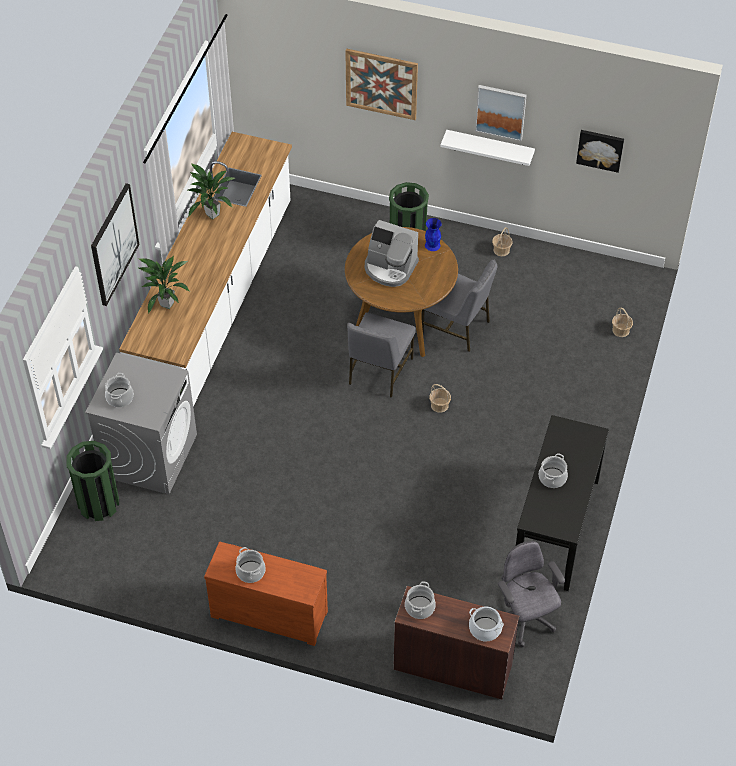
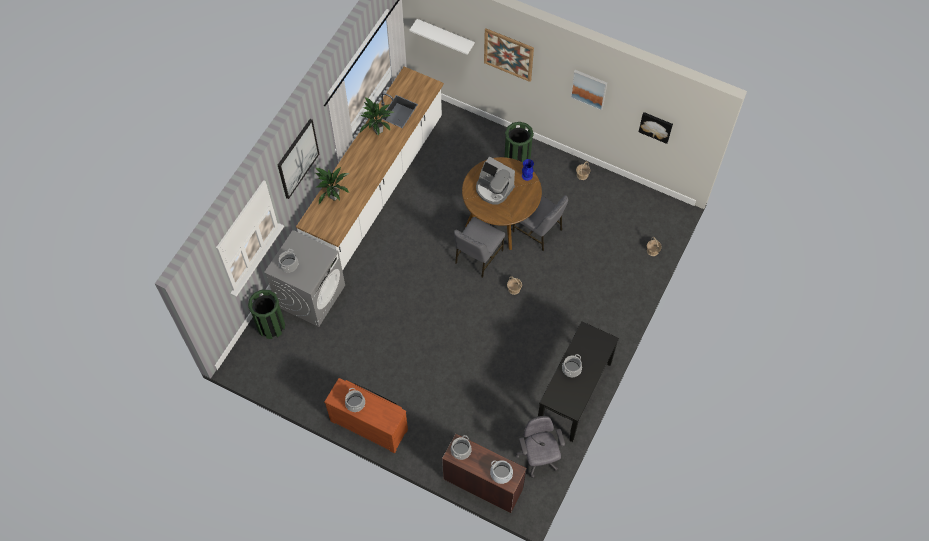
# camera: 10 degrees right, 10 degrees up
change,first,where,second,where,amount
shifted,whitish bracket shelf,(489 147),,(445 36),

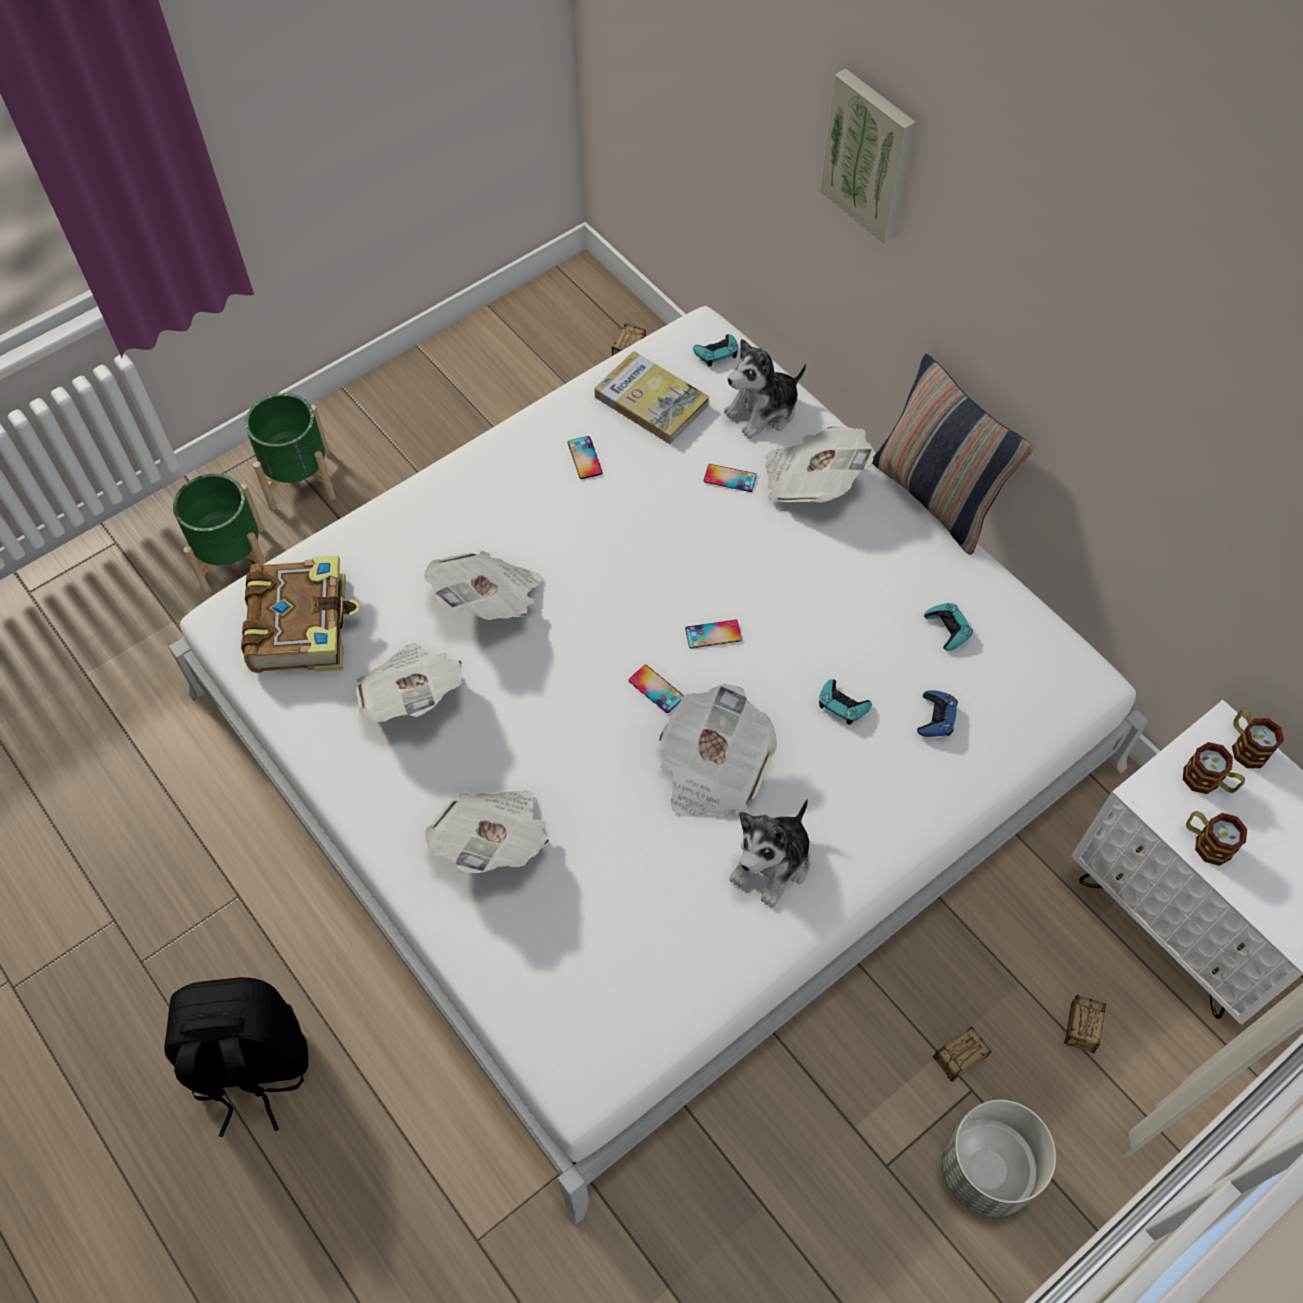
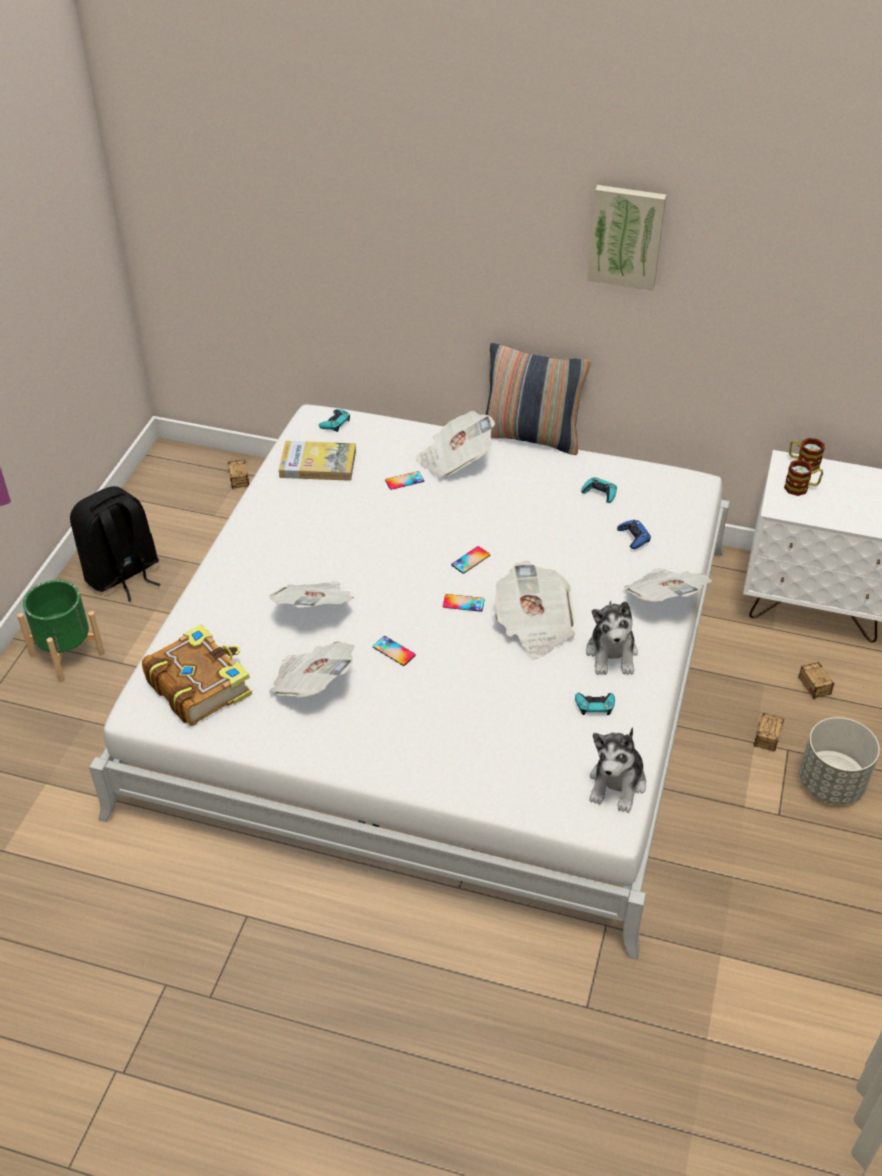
# camera: 35 degrees left, 15 degrees down
change,first,where,second,where,amount
shifted,wall picture,(870 155),,(626 236),
shifted,plush toy,(763 411),,(617 784),
shifted,handset,(585 458),,(394 651),
gone,green plant pot,(234 559),,,
shifted,turquoise game controller,(842 705),,(595 705),
shifted,printed paper,(494 841),,(664 599),
gone,tea mug,(1206 842),,,
shifted,blackish knapsack,(250 1067),,(122 574),

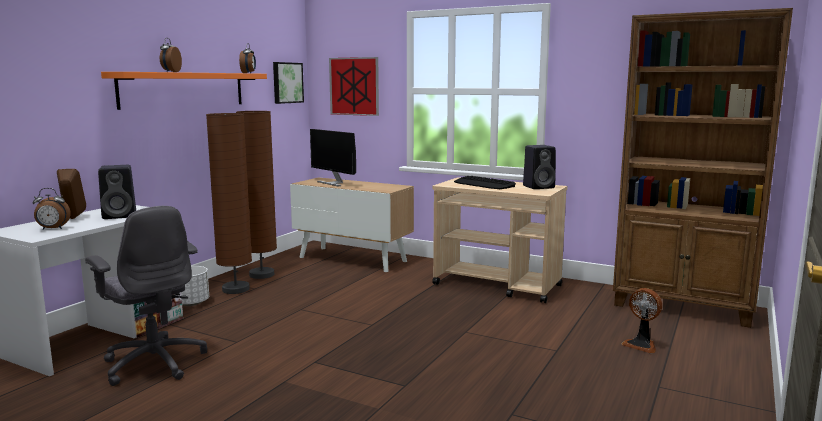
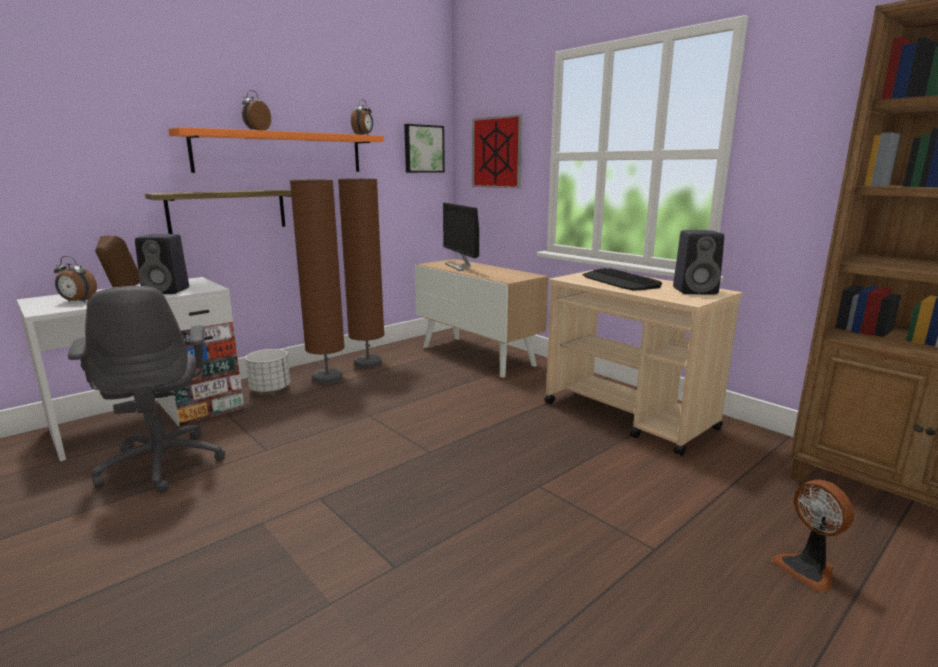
# camera: 20 degrees right, 5 degrees up
change,first,where,second,where,amount
new,,,bracket shelf,(228 210),

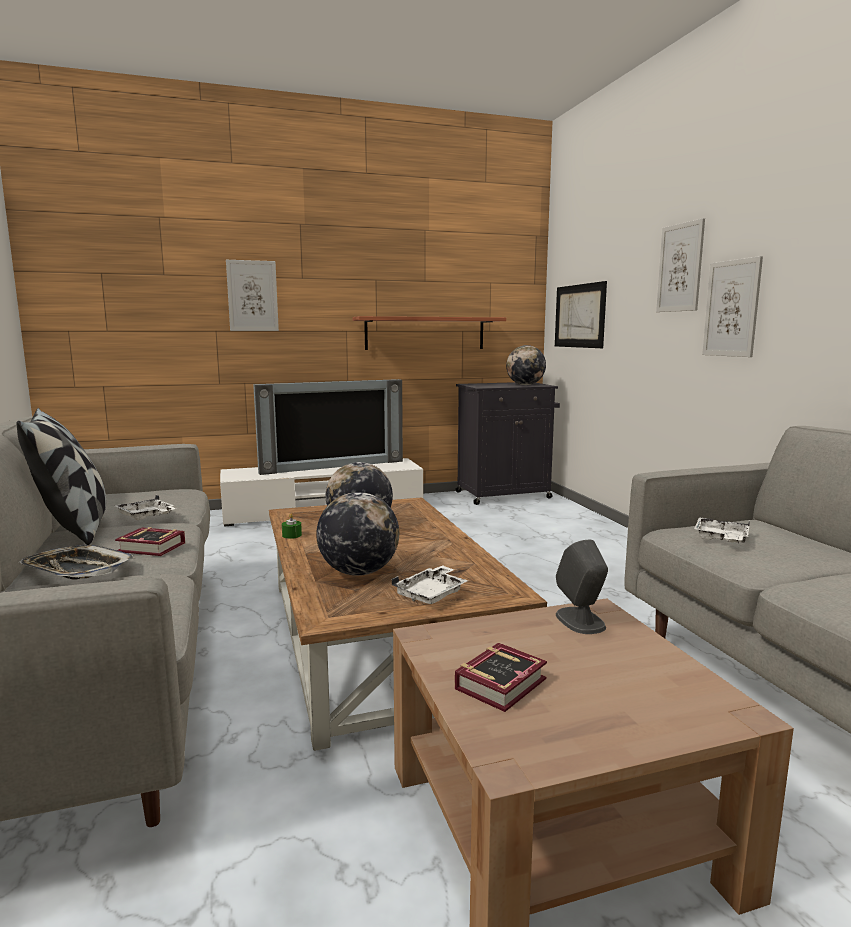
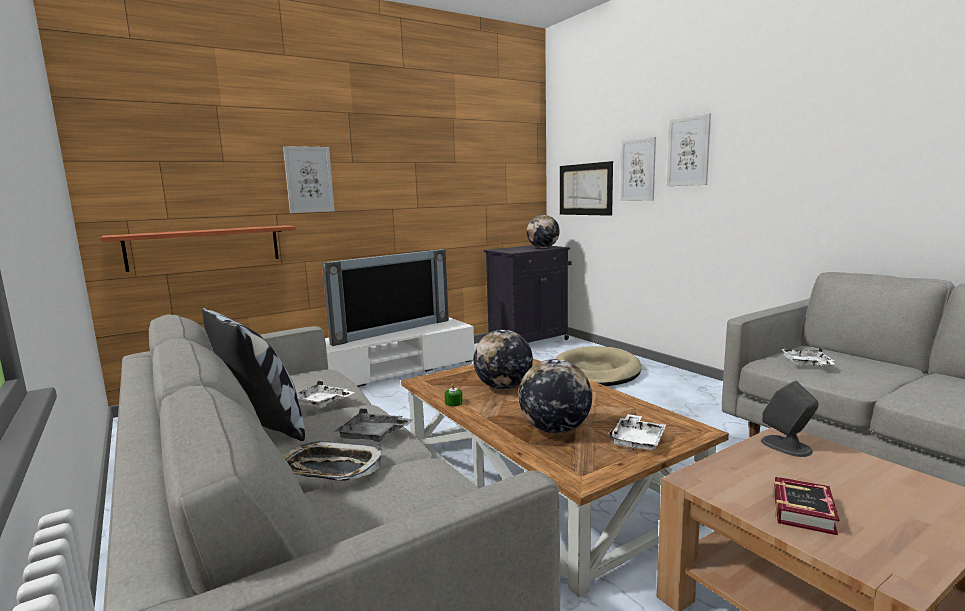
# camera: 15 degrees left, 0 degrees up
change,first,where,second,where,amount
shifted,wall picture,(731 308),,(638 170),
shifted,bracket shelf,(425 333),,(204 247),
swapped,book,(152 548),gray tray,(373 435),
new,,,sand-coloured pet bed,(596 371),

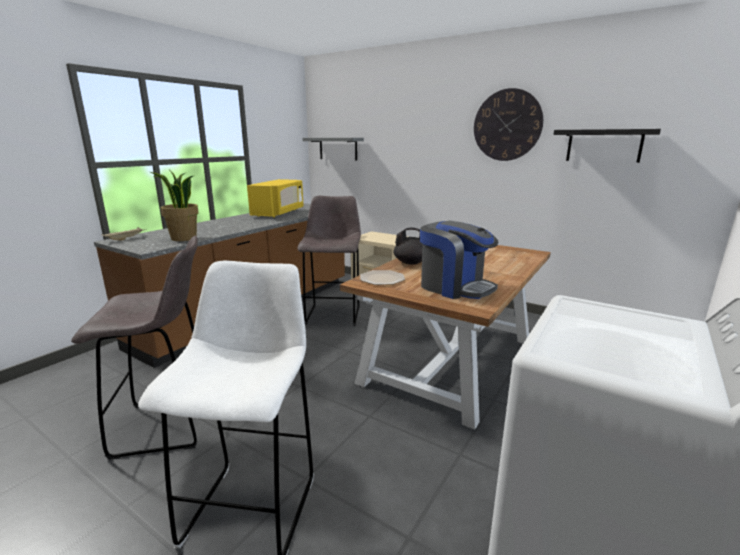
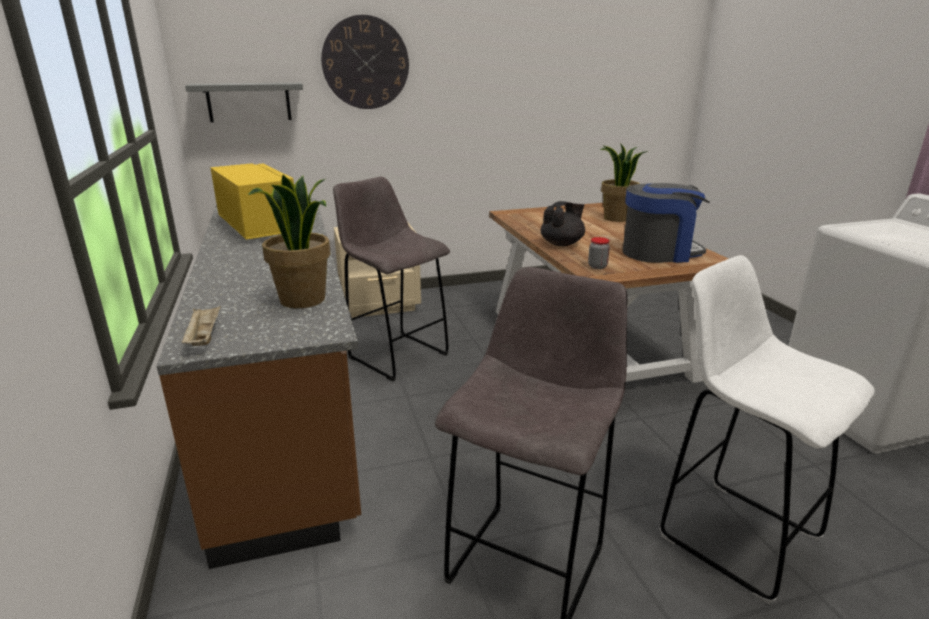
# camera: 50 degrees left, 5 degrees up
change,first,where,second,where,amount
shifted,hanging clock,(507 125),,(365 63),
gone,blackish bracket shelf,(604 145),,,
swapped,plate,(381 279),preserve jar,(597 266),
new,,,plant in a pot,(616 218),

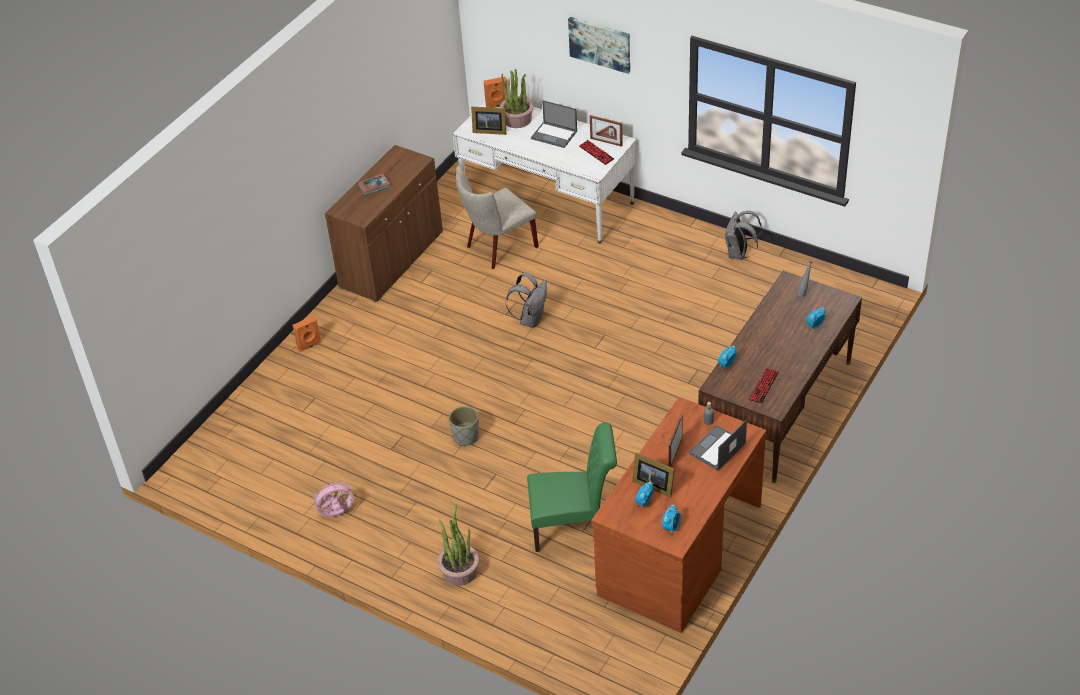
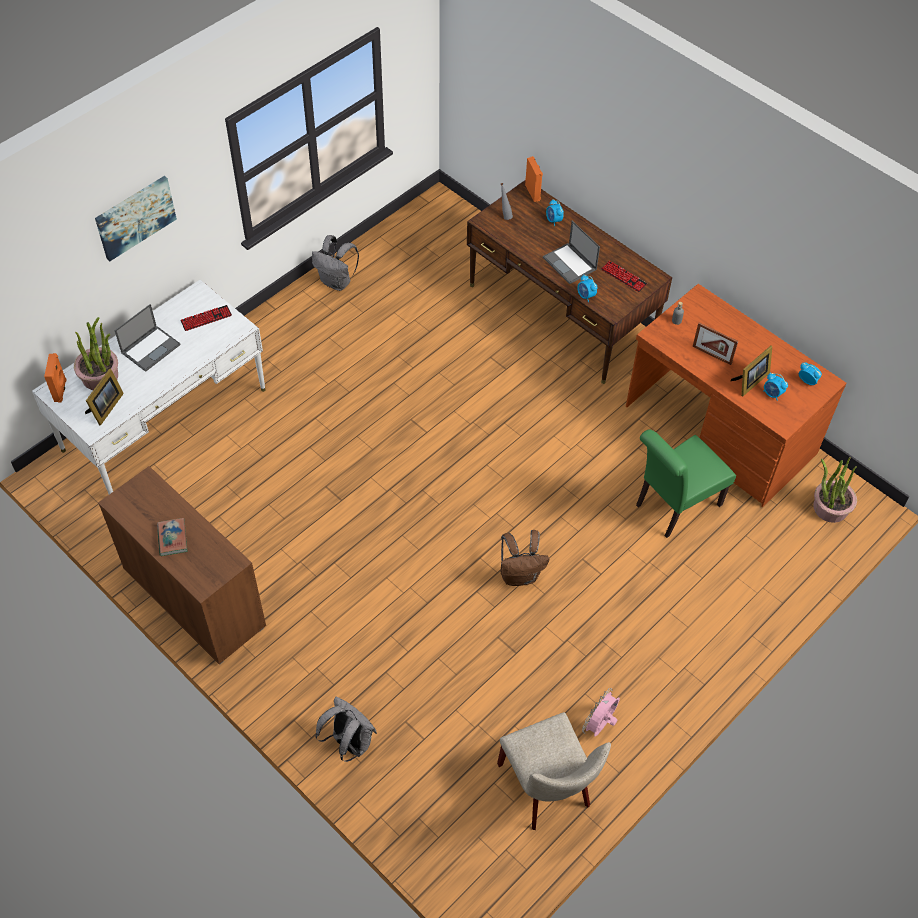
# camera: 80 degrees left, 10 degrees up
change,first,where,second,where,amount
gone,photo frame,(606 142),,,
shifted,sand-coloured chair,(498 248),,(548 789),
shifted,gray knapsack,(531 319),,(349 743),
shifted,orangey audio speaker,(310 346),,(533 192),
swapped,gray plant pot,(466 437),brownish knapsack,(520 575),
shifted,portable computer,(717 449),,(570 264),
rotated,green chair,(573 528),,(673 507),135 degrees counterclockwise
rotated,pinkish cooling fan,(336 514),,(600 725),45 degrees clockwise
shifted,plant in a pot,(459 571),,(830 508),

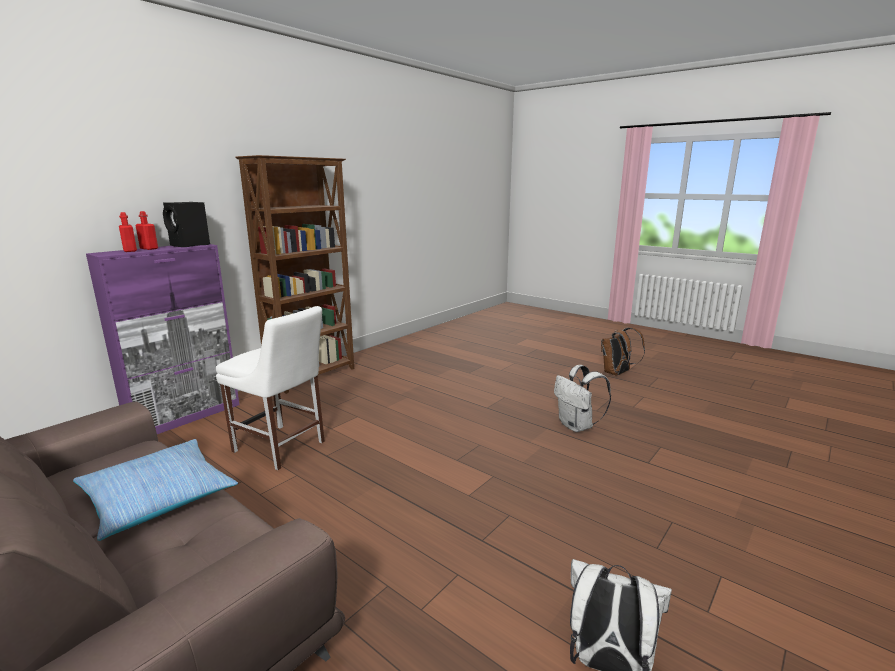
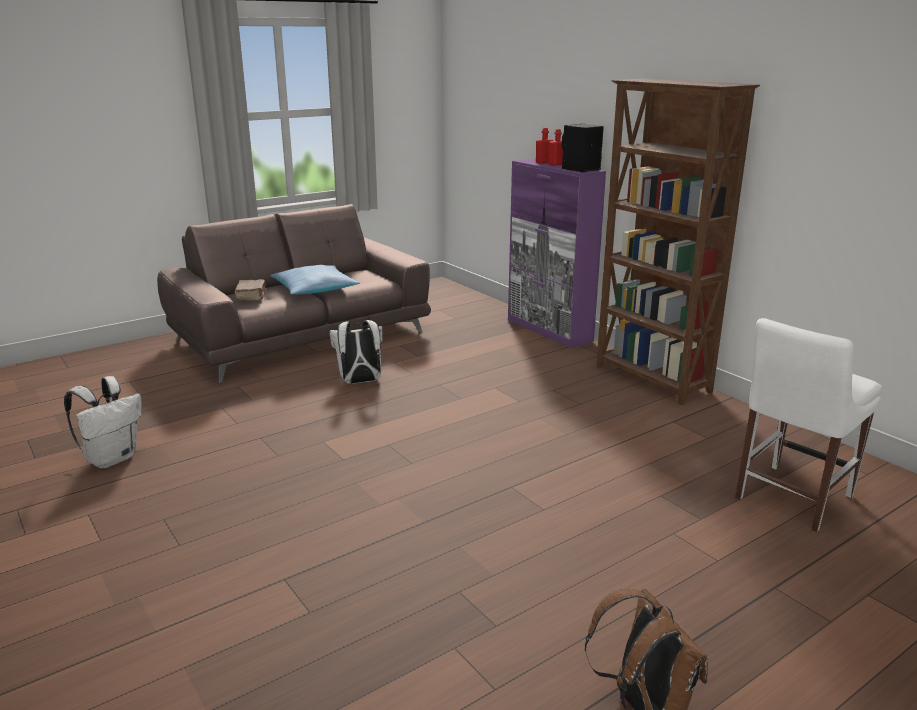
# camera: 105 degrees right, 5 degrees up
change,first,where,second,where,amount
shifted,whitish chair,(282 448),,(790 498),
shifted,whitish knapsack,(577 426),,(360 382),
new,,,brownish book,(252 296),

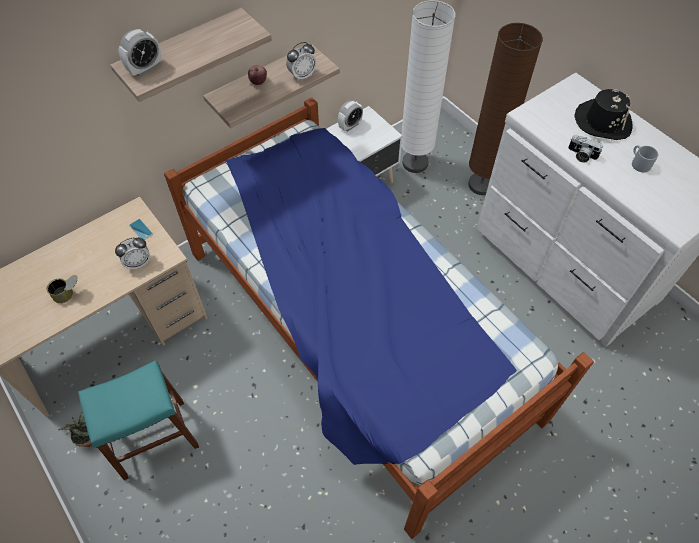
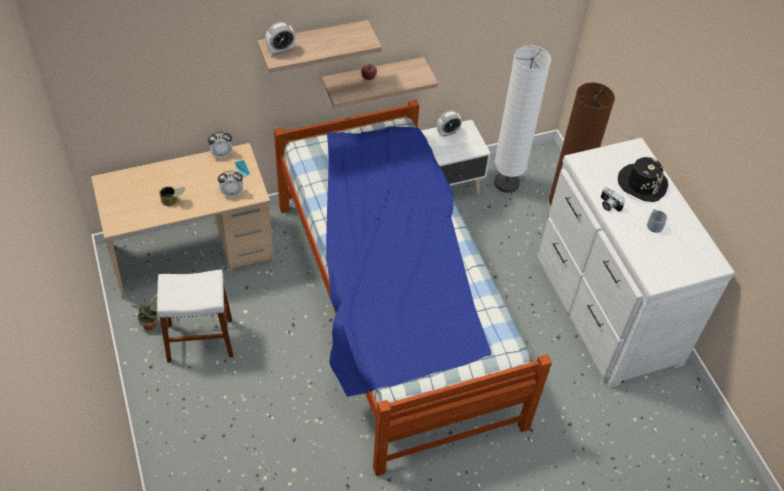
# camera: 15 degrees right, 5 degrees down
change,first,where,second,where,amount
shifted,alarm clock,(302 75),,(221 154),
repainted,turquoise stool,(154 438),whitish stool,(200 340),

